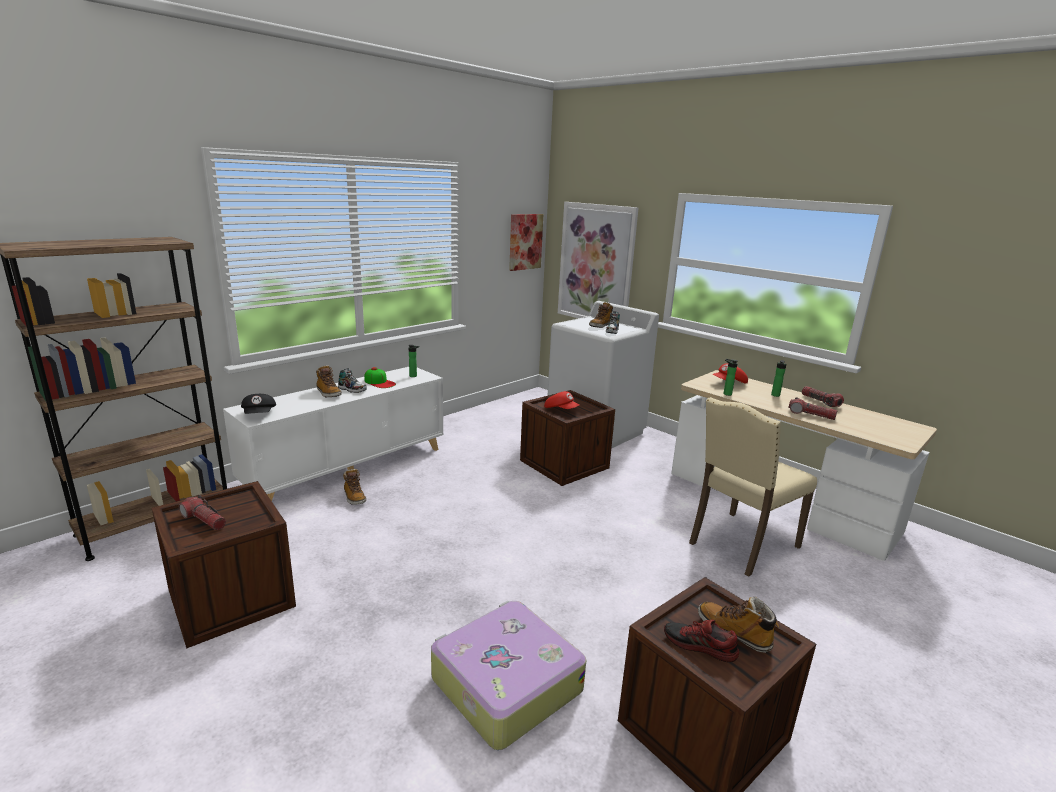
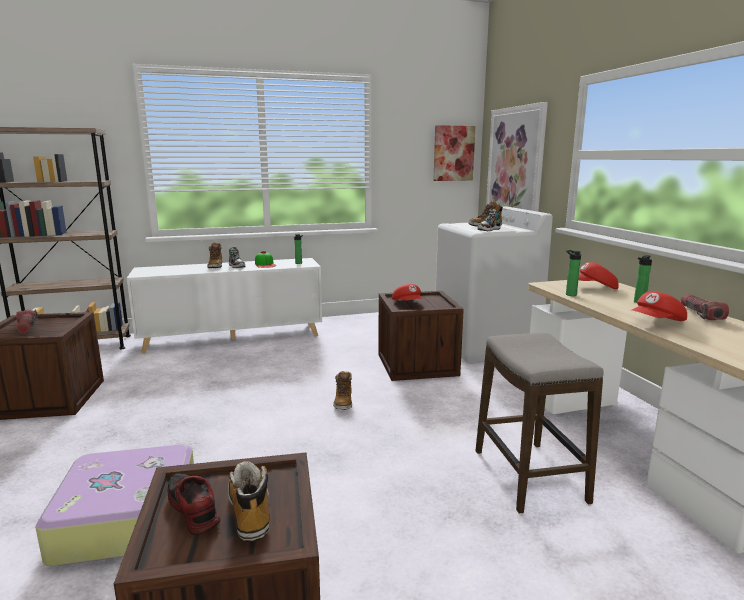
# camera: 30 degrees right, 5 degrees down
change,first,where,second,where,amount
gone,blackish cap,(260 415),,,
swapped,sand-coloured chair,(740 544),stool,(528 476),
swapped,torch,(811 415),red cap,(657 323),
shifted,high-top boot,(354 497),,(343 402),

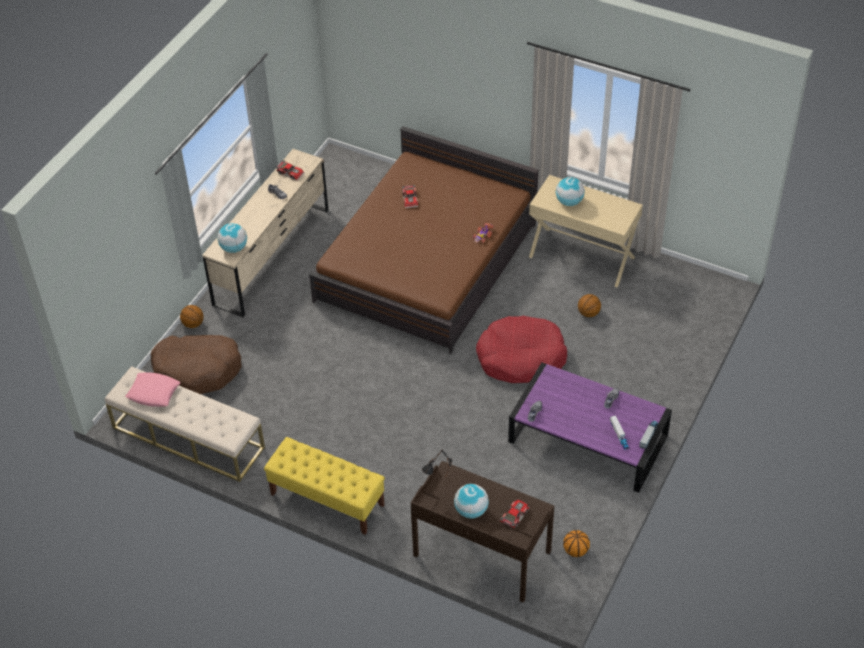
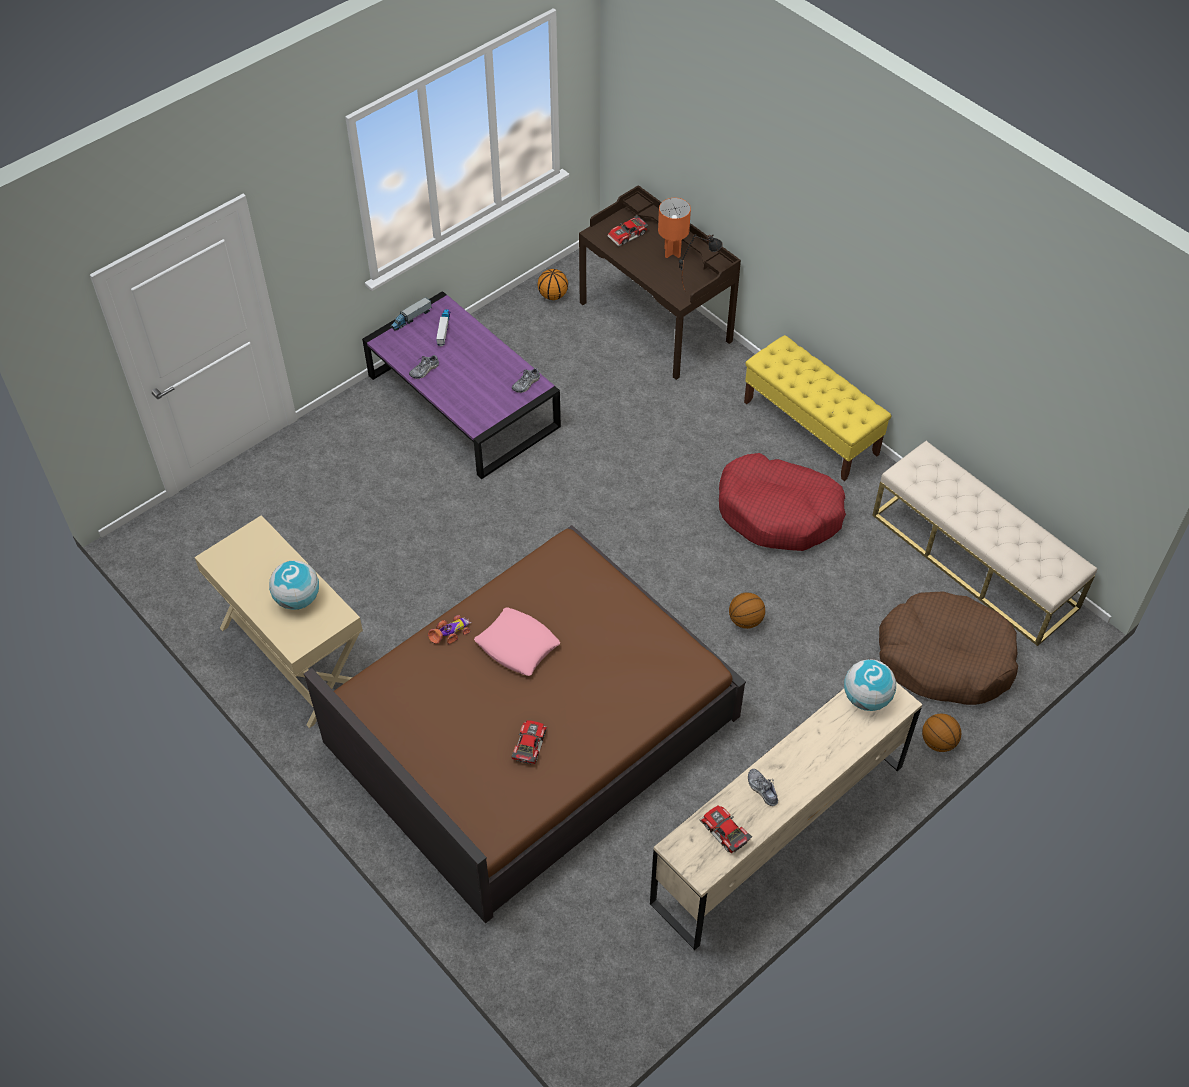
# camera: 160 degrees left, 5 degrees up
change,first,where,second,where,amount
shifted,basketball ball,(588 313),,(745 620),
shifted,red pet bed,(521 358),,(779 512),
shifted,pinkish cushion,(153 392),,(517 645),
swapped,world globe,(471 511),orangey lamp for a table,(672 252),

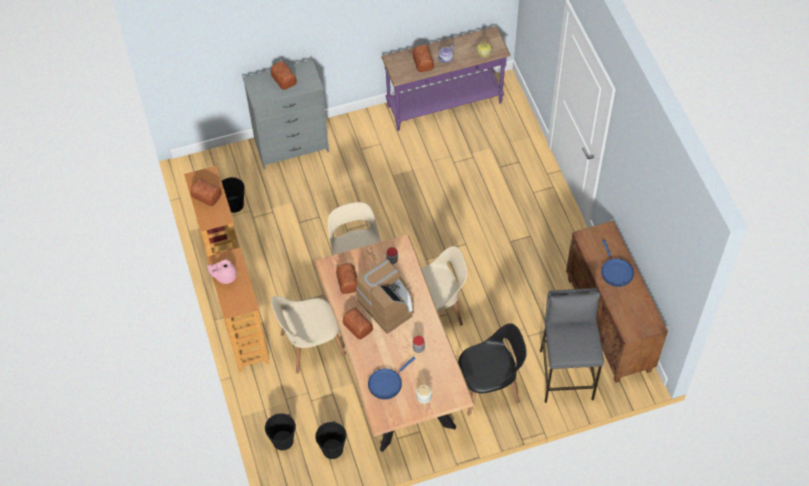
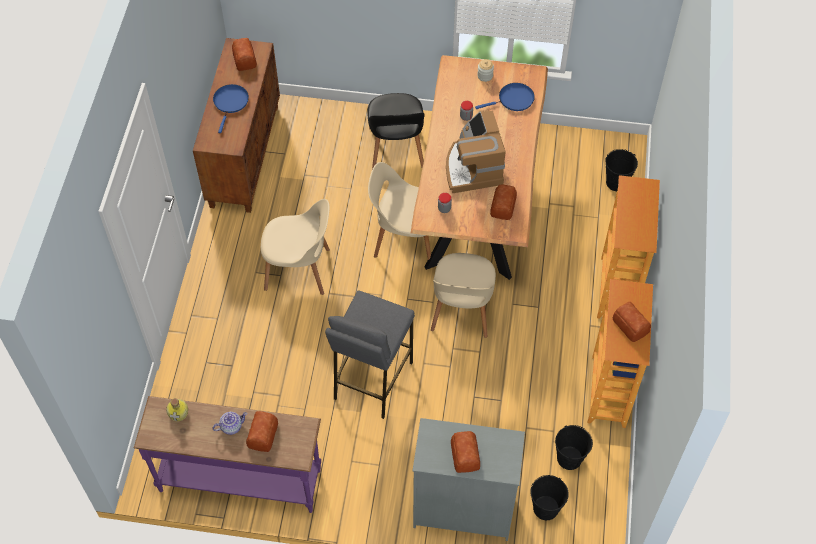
# camera: 155 degrees left, 0 degrees up
change,first,where,second,where,amount
gone,pinkish pot for tea,(225 276),,,
shifted,gray stool,(566 374),,(372 380),
shifted,sand-coloured chair,(310 345),,(299 270),
shifted,baked bread,(357 327),,(245 58),
rotated,blackish chair,(488 387),,(396 149),105 degrees counterclockwise
shifted,blackish bucket,(332 449),,(546 508),

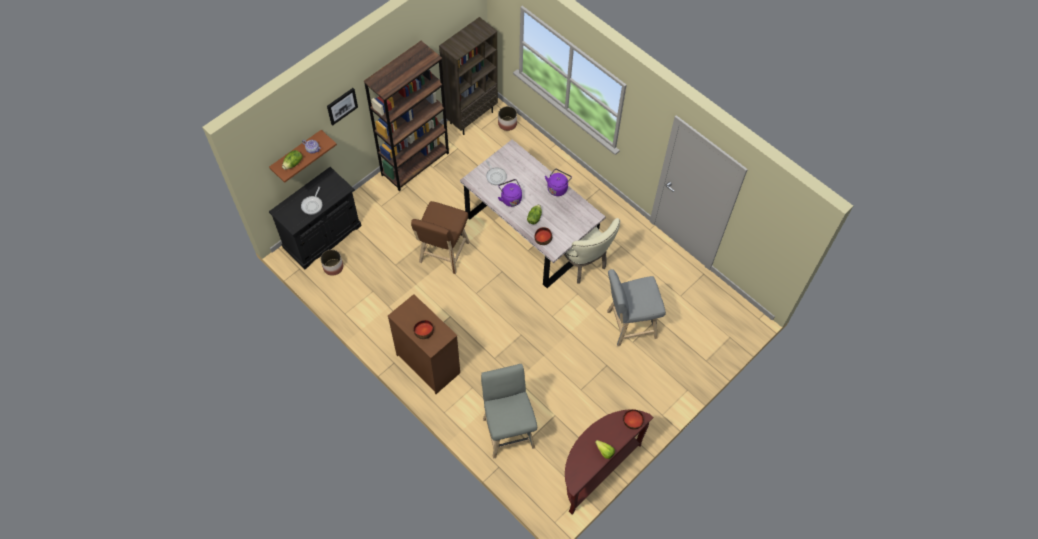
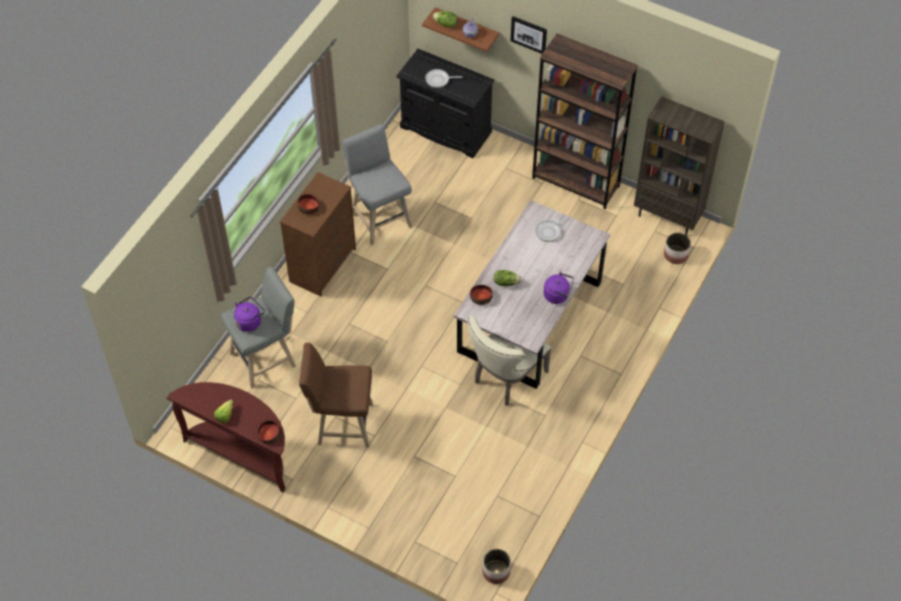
# camera: 75 degrees right, 5 degrees down
change,first,where,second,where,amount
shifted,purple-coloured tea kettle,(510 198),,(250 321),
shifted,brownish stool,(443 255),,(341 424),
shifted,plant pot,(333 267),,(496 571),
shifted,gray stool,(628 325),,(379 217),

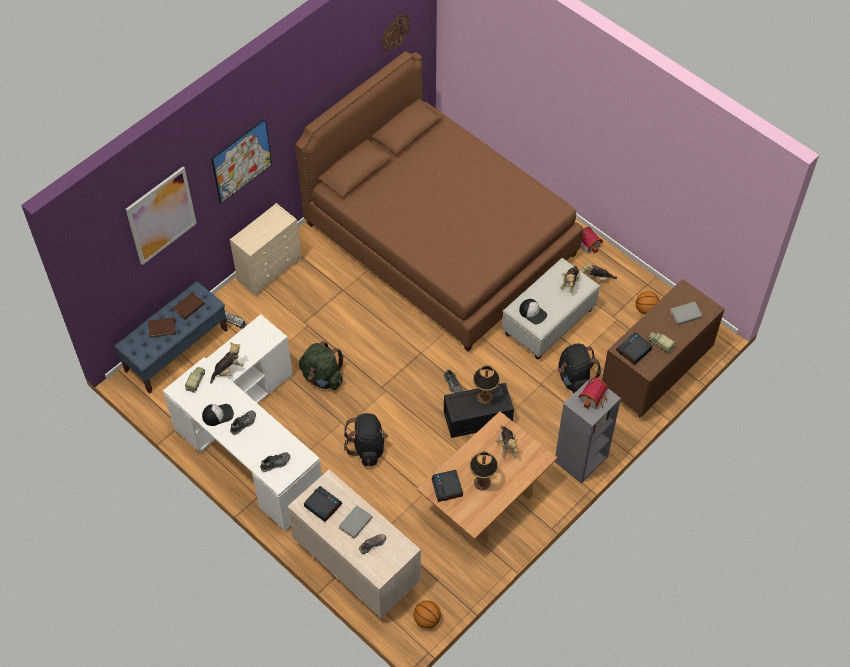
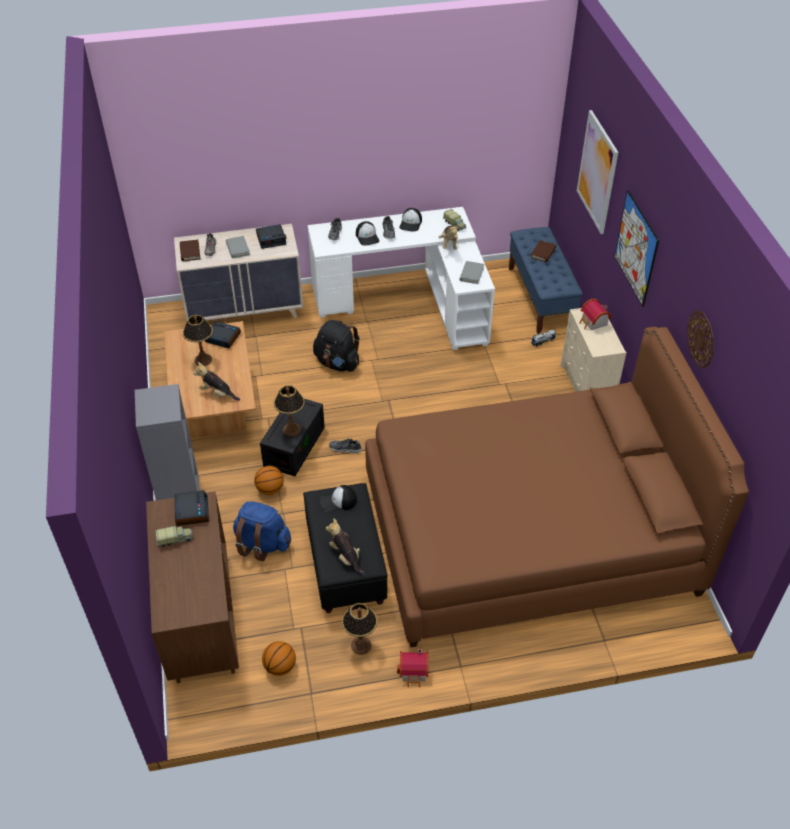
# camera: 125 degrees right, 10 degrees down
change,first,where,second,where,amount
shifted,hanging clock,(395 32),,(701 339),
repainted,whitish ottoman,(549 321),blackish ottoman,(346 565),
swapped,plush toy,(596 279),lamp for a table,(360 645),
shifted,brownish book,(189 307),,(190 252),
shifted,gray book,(685 314),,(471 274),
gone,green knapsack,(322 377),,,
repainted,blackish knapsack,(574 378),blue-coloured knapsack,(262 544),
shifted,toy house,(593 398),,(593 323),
shifted,basketball ball,(427 619),,(270 489),
new,,,cap,(367 237),

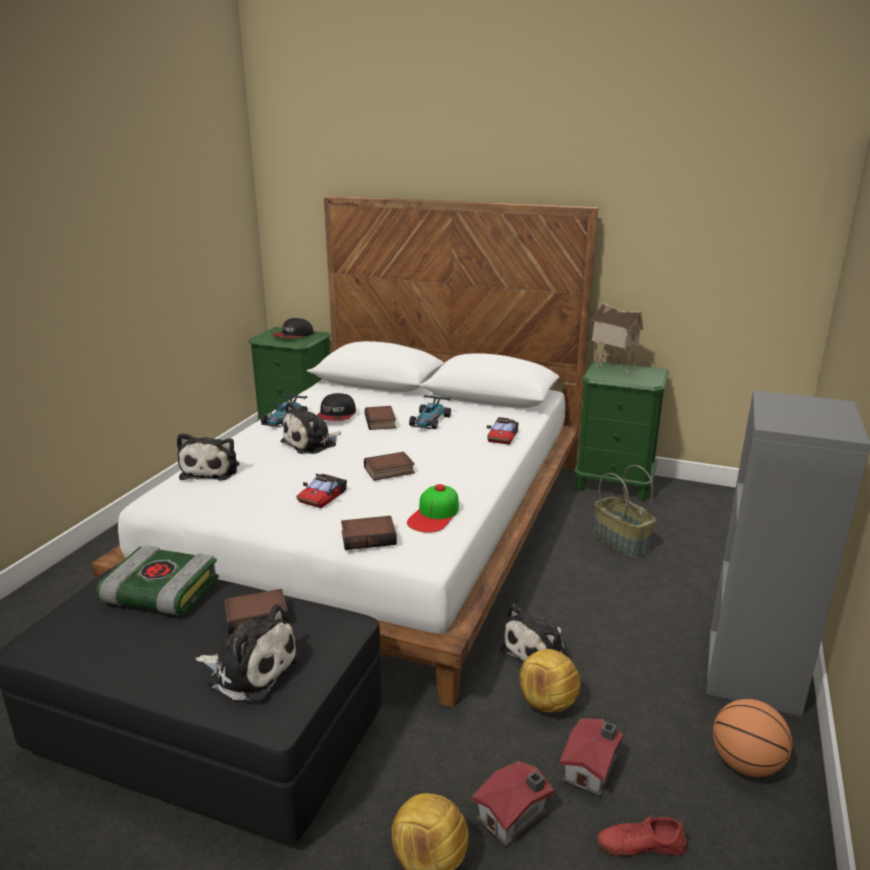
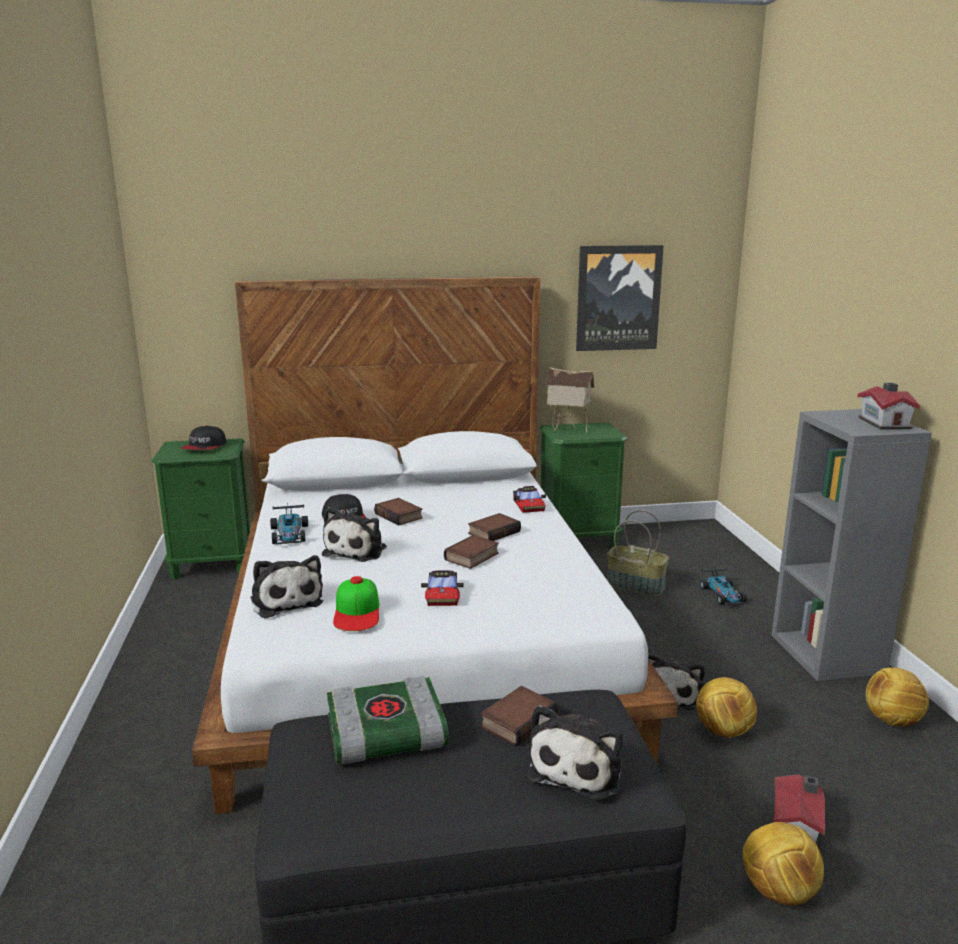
# camera: 30 degrees left, 5 degrees down
change,first,where,second,where,amount
shifted,miniature car,(430 420),,(723 594),
shifted,cap,(434 515),,(357 611),
shifted,book,(369 537),,(493 532),
rotated,plush toy,(250 669),,(578 767),120 degrees clockwise
swapped,basketball ball,(745 764),football ball,(892 720),
shifted,toy house,(592 769),,(885 423),
gone,red item of footwear,(640 844),,,
new,,,wall picture,(618 298),

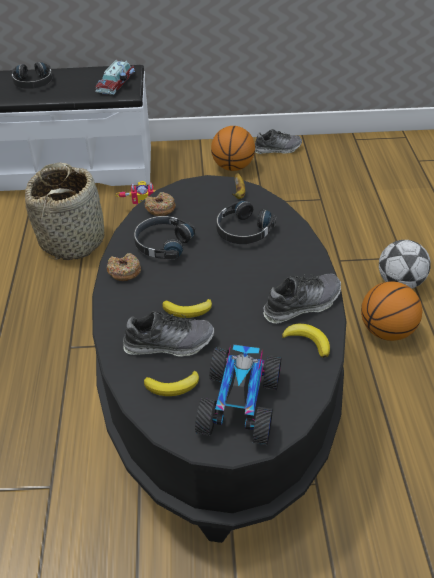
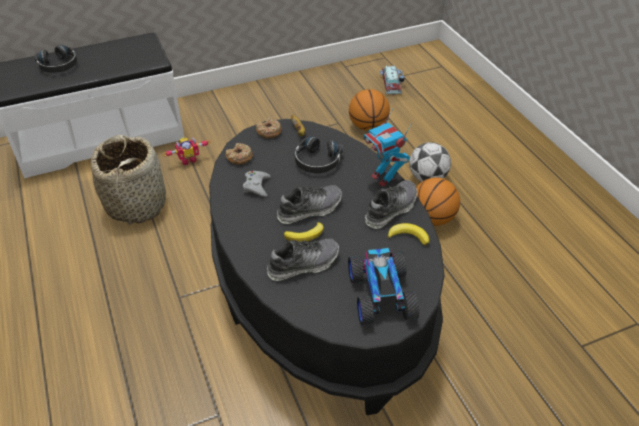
# camera: 20 degrees left, 0 degrees up
change,first,where,second,where,amount
shifted,miniature car,(117 82),,(392 83),
shifted,basketball ball,(233 167),,(368 126),
shifted,item of footwear,(277 149),,(310 209),
swapped,blackish headphones,(162 243),gray game controller,(256 186),
shifted,donut,(124 271),,(269 132),
gone,whole banana,(173 386),,,
new,,,model robot,(383 178),

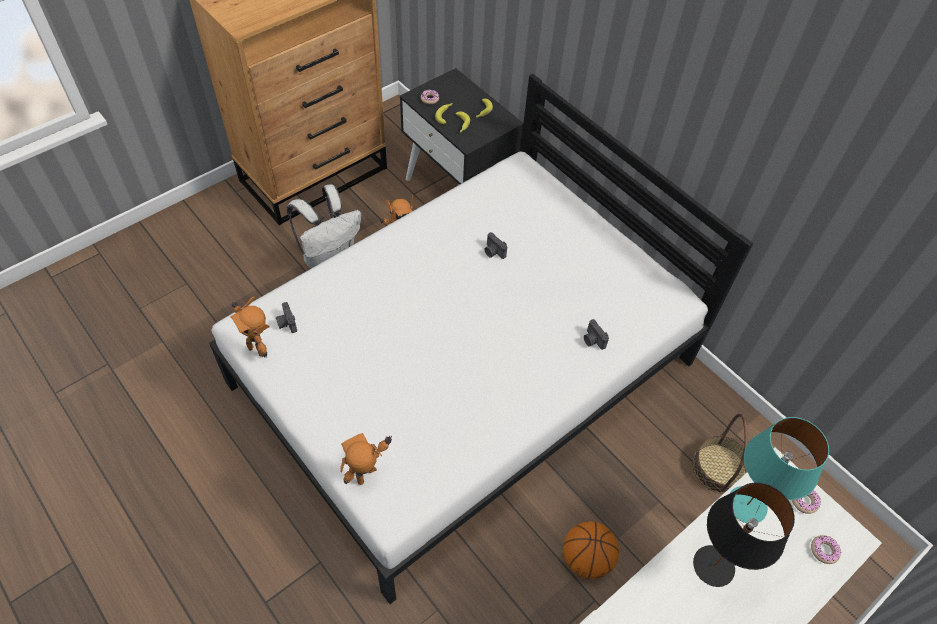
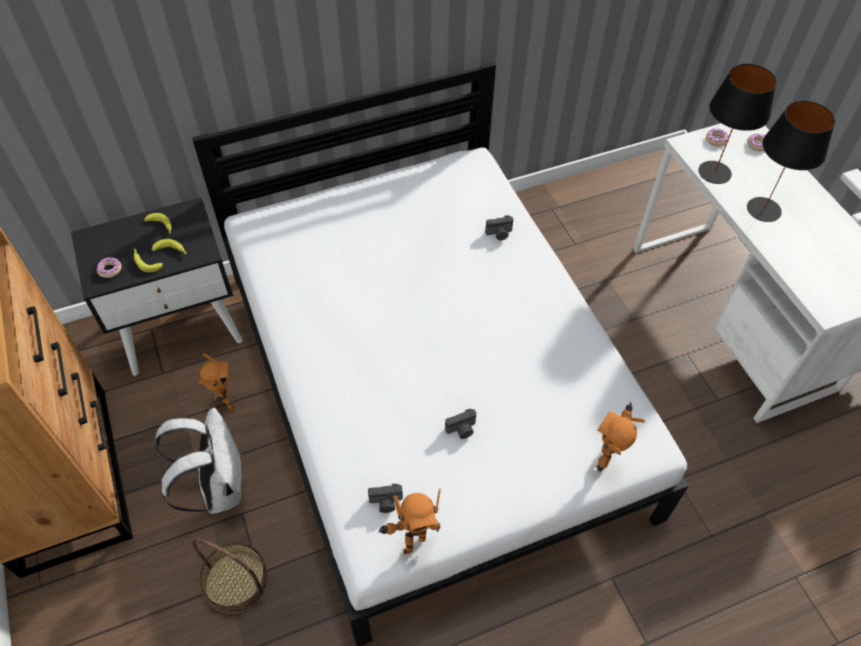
# camera: 70 degrees left, 0 degrees up
change,first,where,second,where,amount
shifted,still camera,(493 252),,(462 430),
shifted,basket,(719 468),,(236 581),
repainted,turquoise lamp for a table,(747 505),blackish lamp for a table,(715 172),
rotated,model robot,(369 478),,(608 458),45 degrees clockwise
gone,basketball ball,(586 558),,,

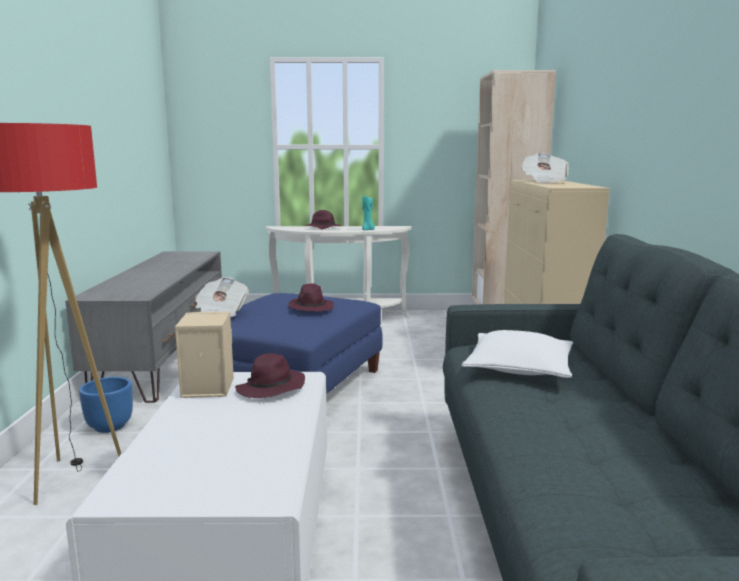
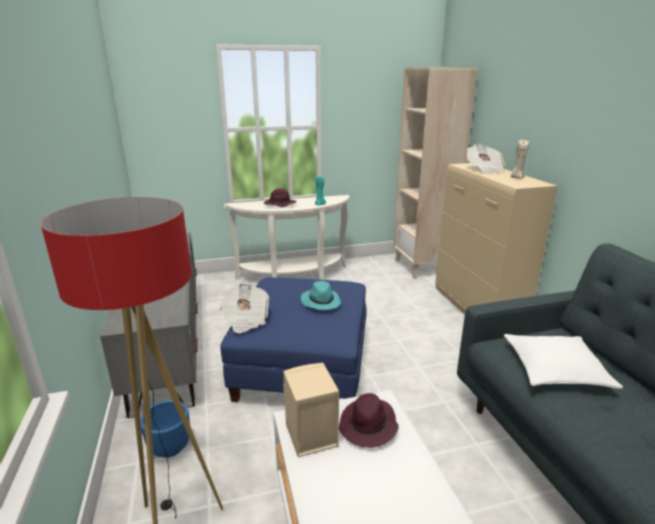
# camera: 15 degrees left, 10 degrees up
change,first,where,second,where,amount
repainted,purple-coloured clothing hat,(310 308),turquoise clothing hat,(320 302),
new,,,sand-coloured candle,(516 178),

